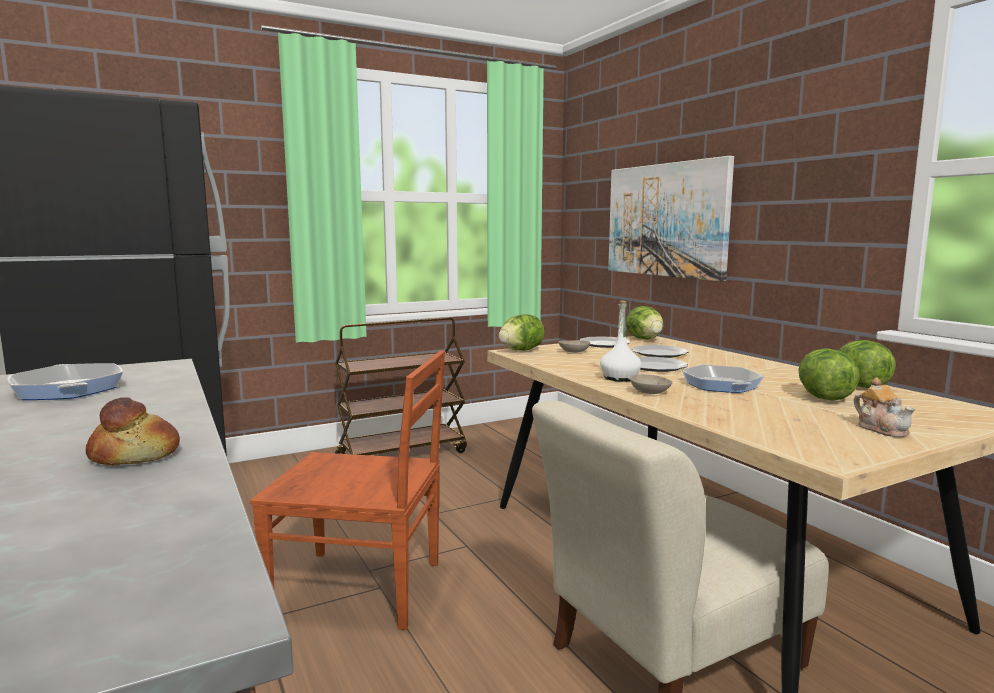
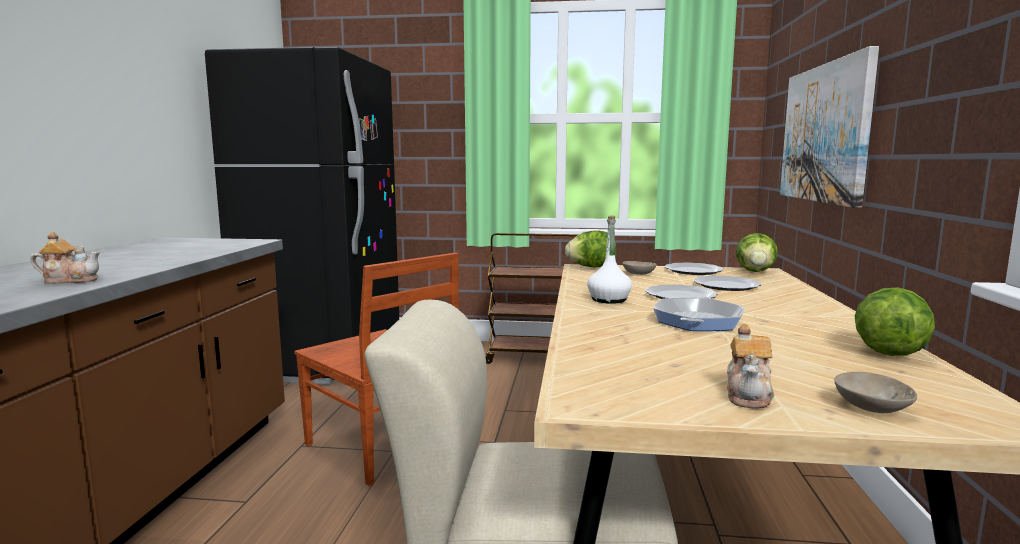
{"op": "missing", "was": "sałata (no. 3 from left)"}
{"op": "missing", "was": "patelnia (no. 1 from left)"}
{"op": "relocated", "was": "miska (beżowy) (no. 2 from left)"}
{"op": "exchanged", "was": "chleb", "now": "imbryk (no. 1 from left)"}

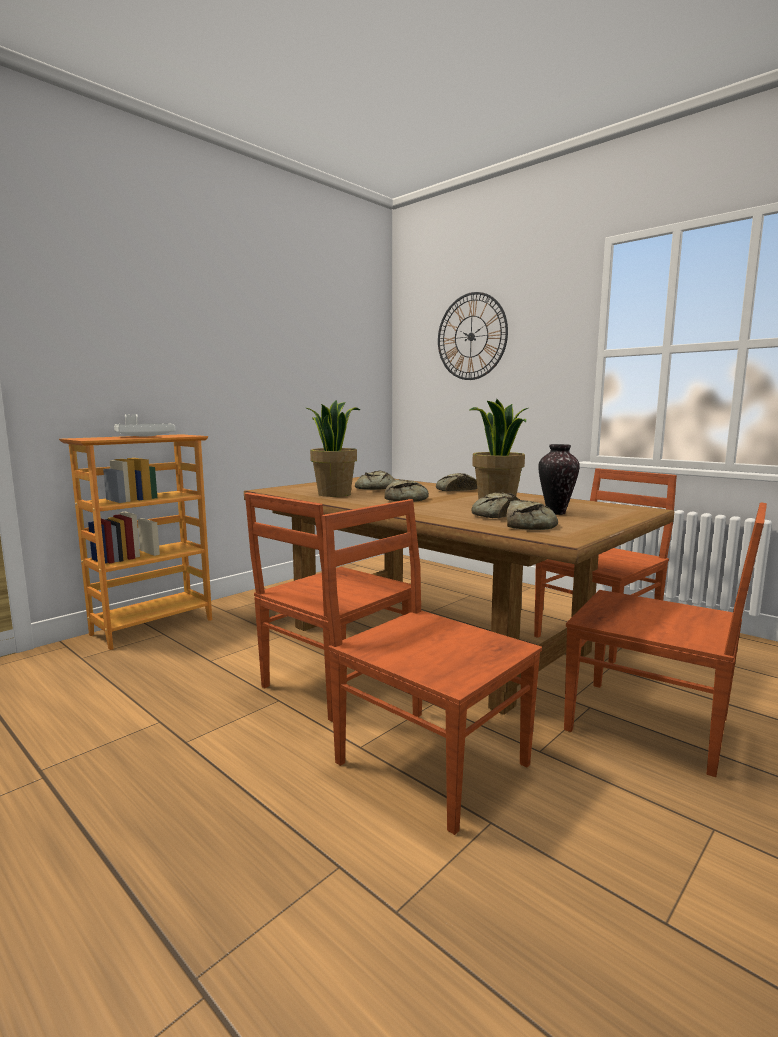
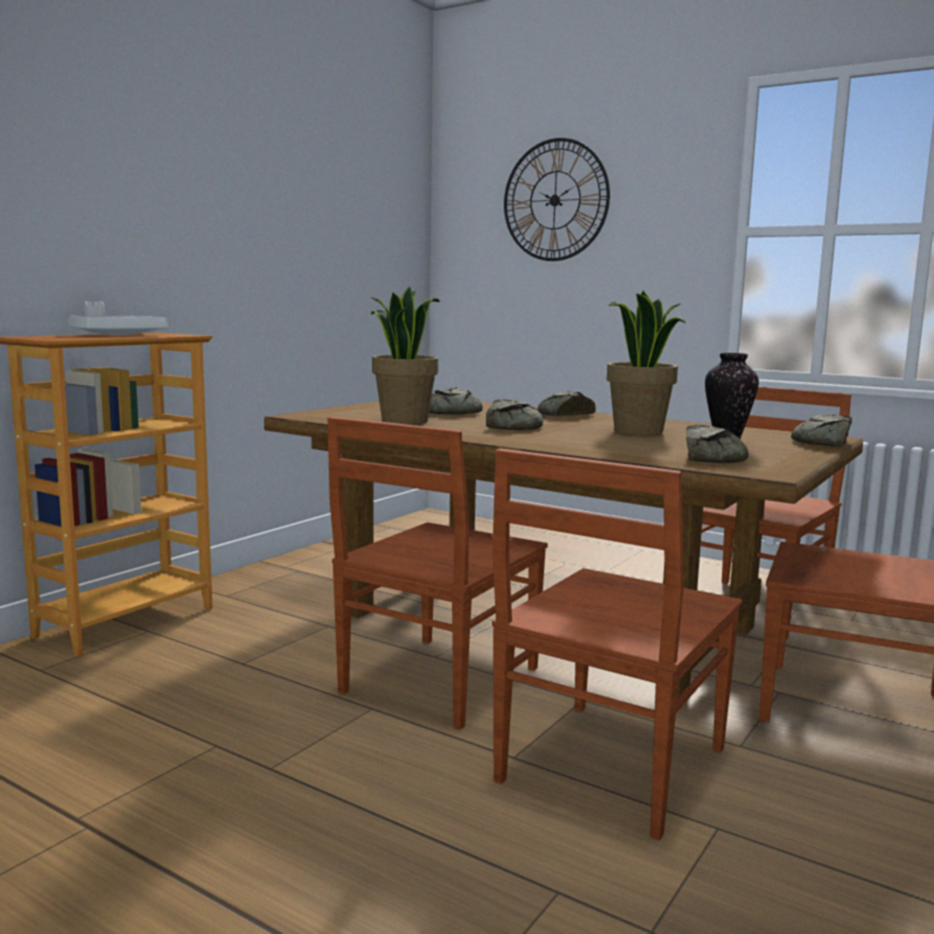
{"op": "relocated", "was": "chleb (no. 4 from left in the first image)", "now": "chleb (no. 5 from left)"}
{"op": "spun", "was": "krzesło (brązowy) (no. 2 from left)", "clockwise": -90}

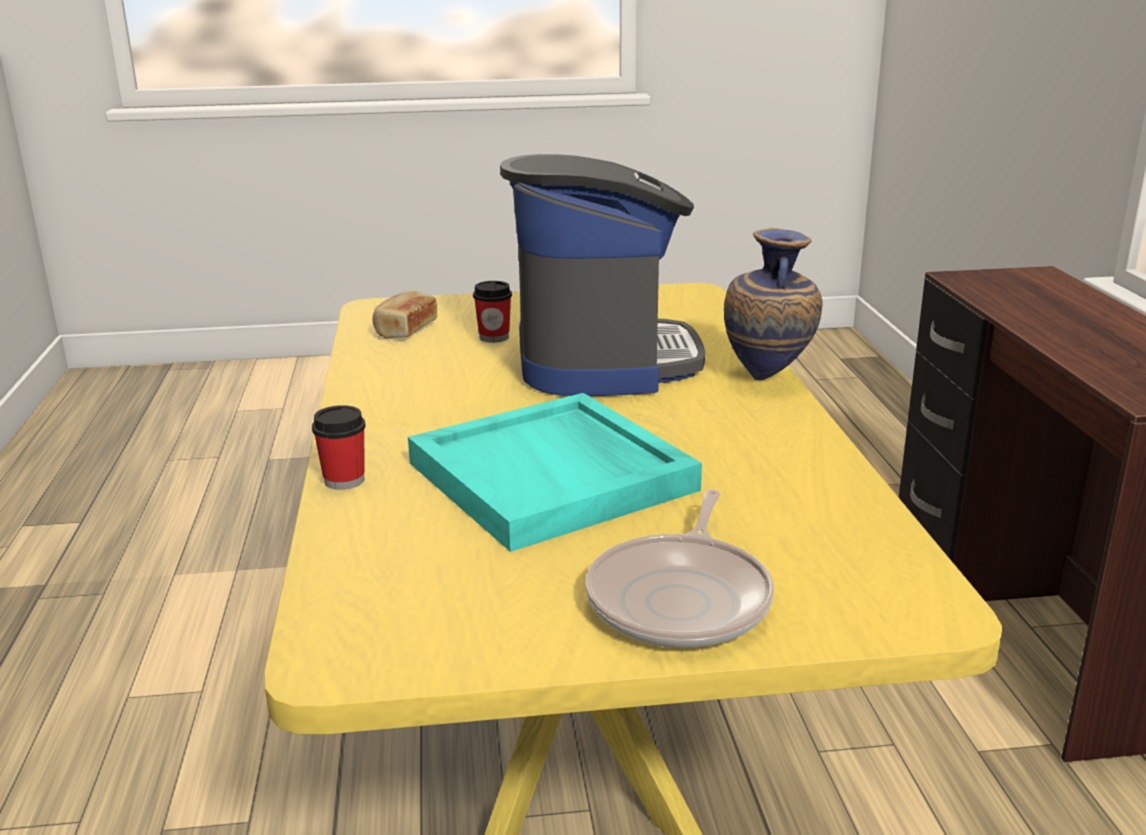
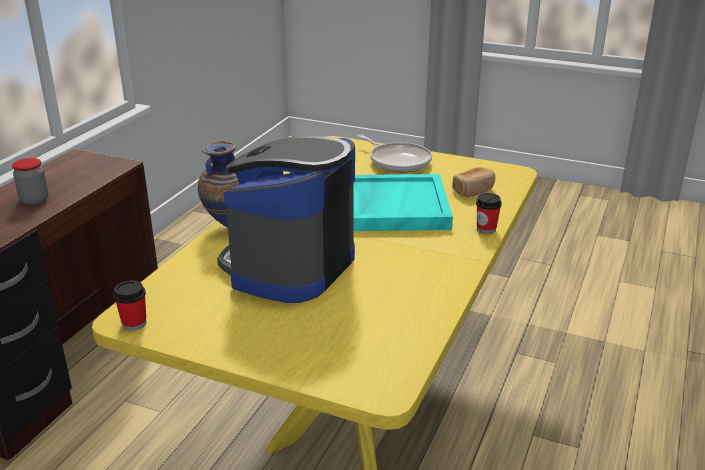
{"op": "relocated", "was": "filiżanka (no. 2 from left in the first image)", "now": "filiżanka (no. 1 from left)"}
{"op": "relocated", "was": "chleb"}
{"op": "spun", "was": "patelnia", "clockwise": 90}
{"op": "appeared", "now": "słoik"}

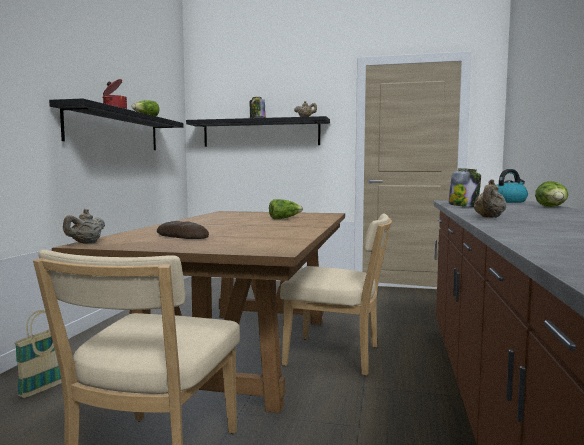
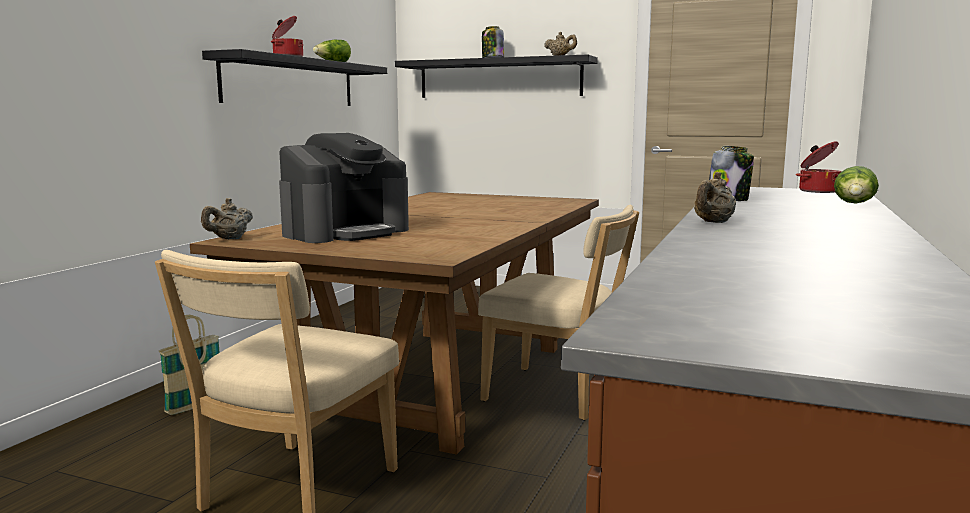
{"op": "exchanged", "was": "czajnik", "now": "garnek (no. 2 from left)"}
{"op": "missing", "was": "sałata (no. 2 from left)"}
{"op": "exchanged", "was": "chleb", "now": "ekspres do kawy"}

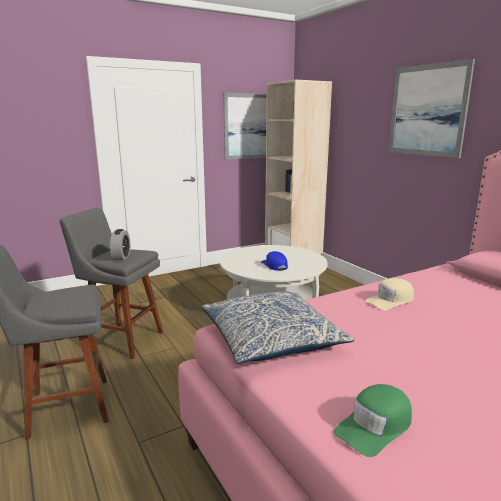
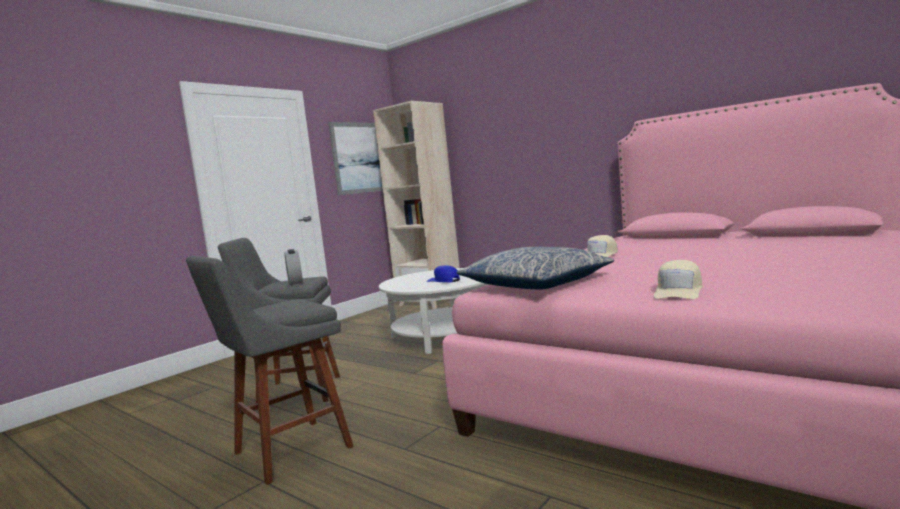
{"op": "missing", "was": "obraz (no. 2 from left)"}
{"op": "colour", "was": "czapka z daszkiem (zielony)", "now": "czapka z daszkiem (beżowy) (no. 2 from left)"}

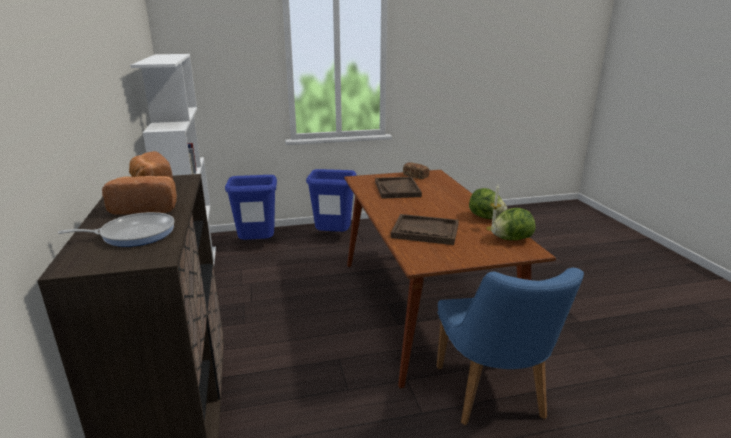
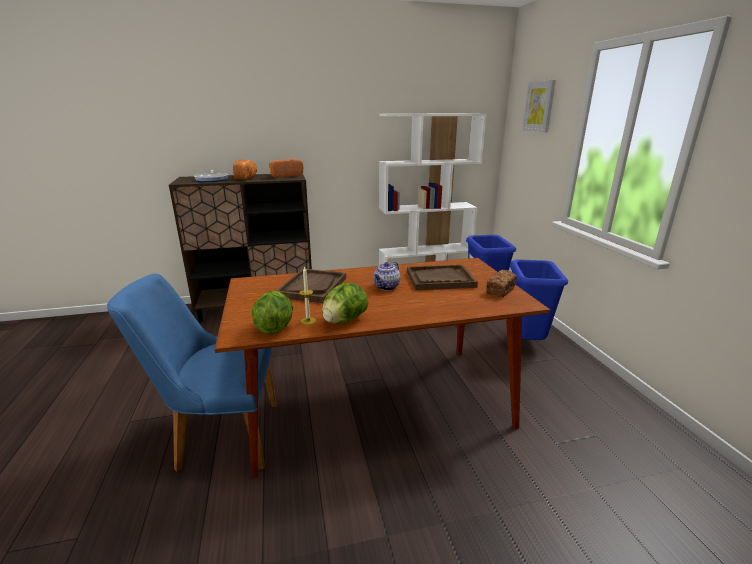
{"op": "appeared", "now": "obraz"}
{"op": "appeared", "now": "imbryk"}

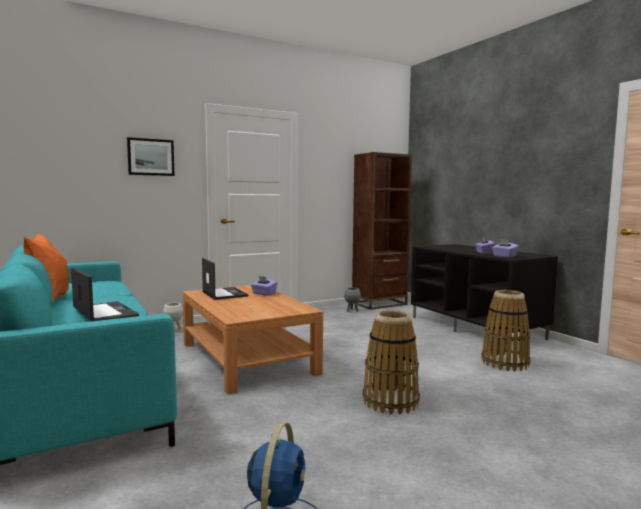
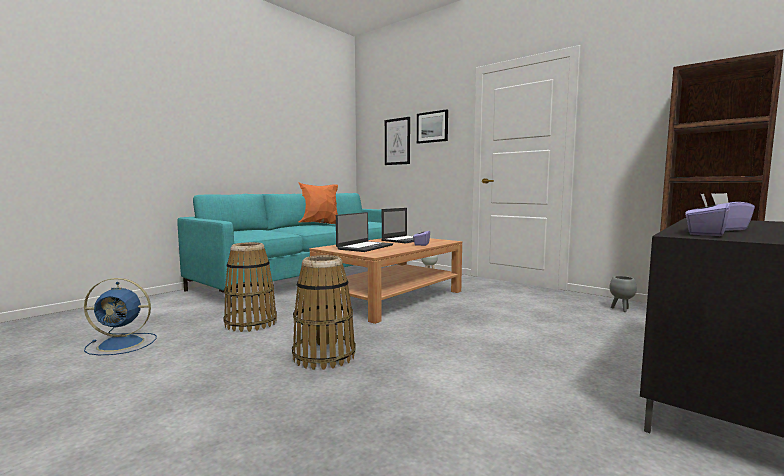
{"op": "relocated", "was": "laptop (no. 1 from left)"}
{"op": "relocated", "was": "koszyk (no. 2 from left in the first image)", "now": "koszyk (no. 1 from left)"}
{"op": "appeared", "now": "obraz (no. 1 from left)"}

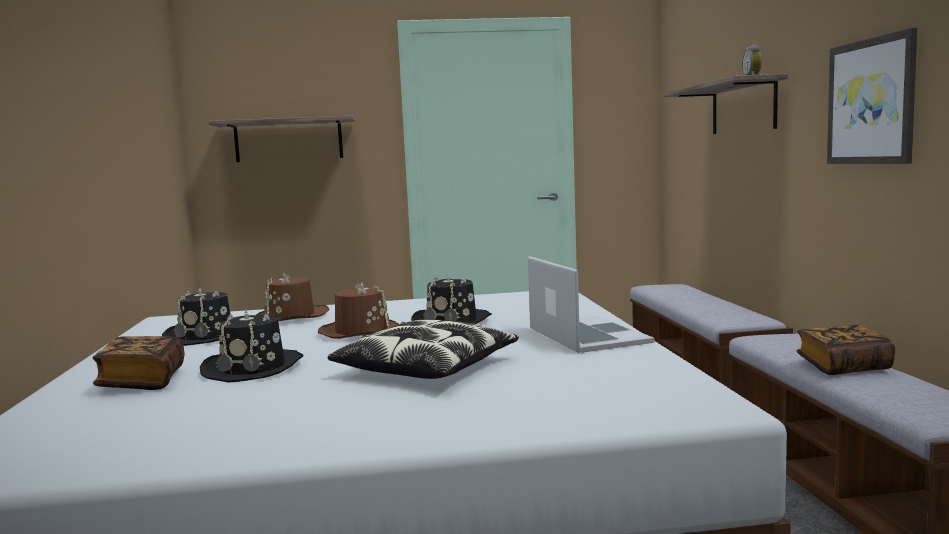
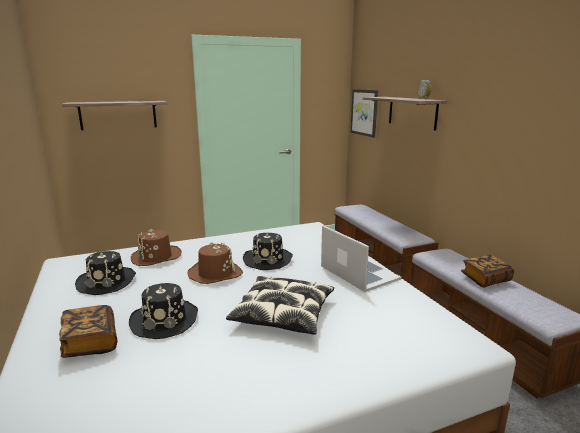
{"op": "relocated", "was": "obraz"}

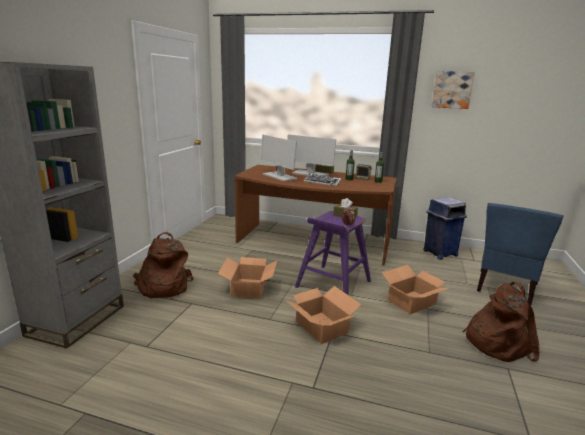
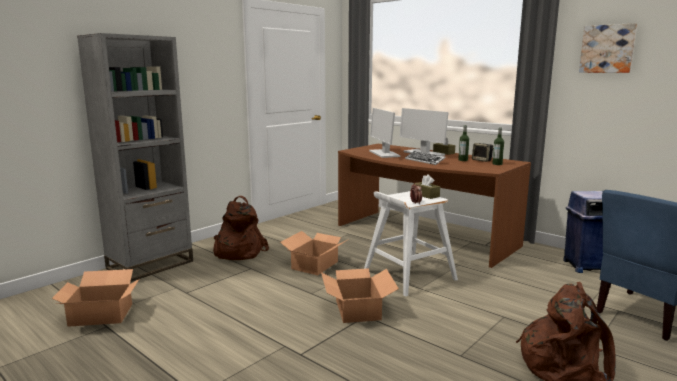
{"op": "colour", "was": "stołek (fioletowy)", "now": "stołek (biały)"}
{"op": "relocated", "was": "karton (no. 3 from left in the first image)", "now": "karton (no. 1 from left)"}

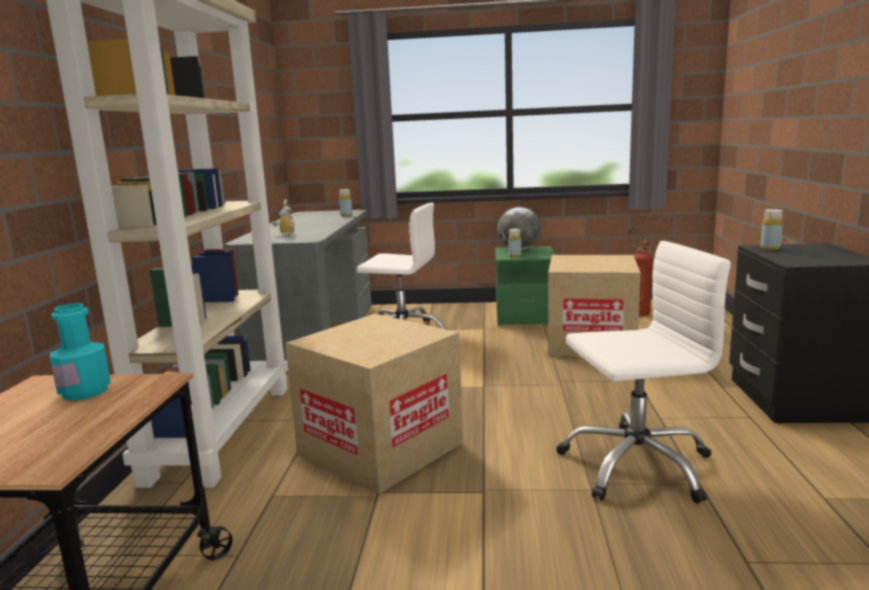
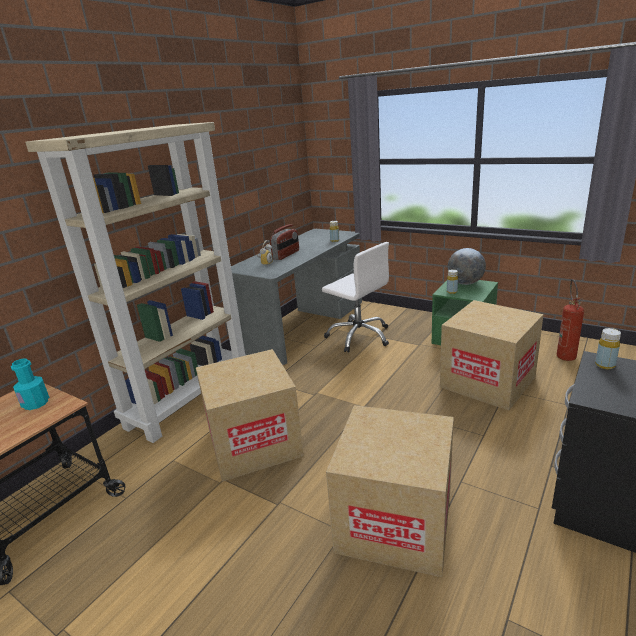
{"op": "exchanged", "was": "krzesło biurowe (biały) (no. 2 from left)", "now": "karton (no. 2 from left)"}
{"op": "appeared", "now": "radio"}

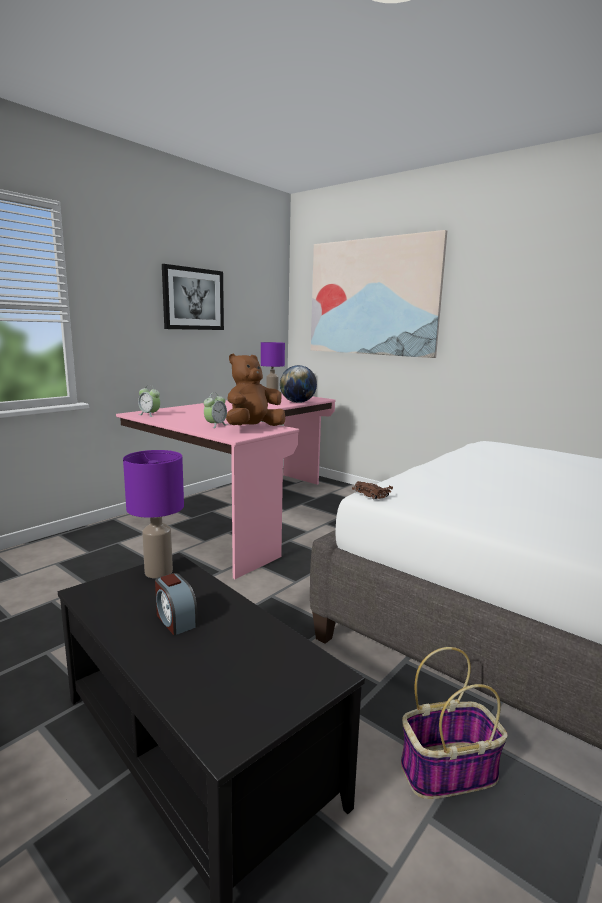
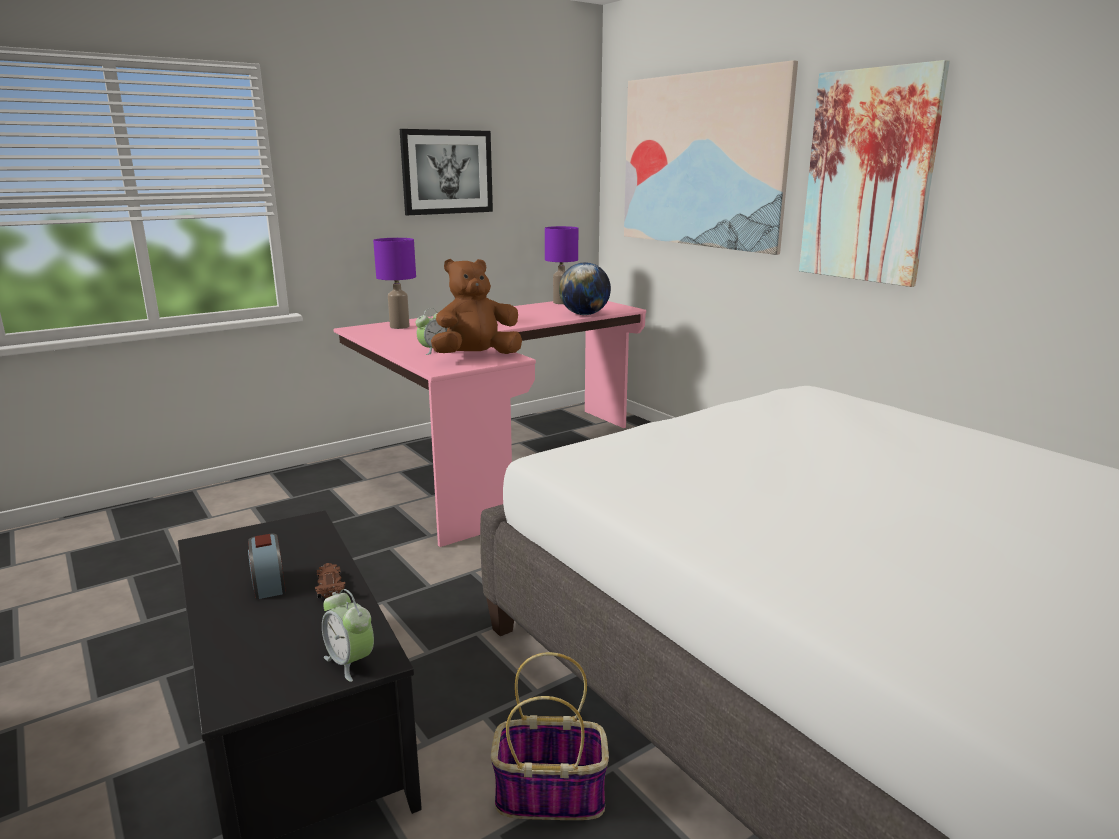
{"op": "relocated", "was": "budzik (no. 1 from left in the first image)", "now": "budzik (no. 2 from left)"}
{"op": "relocated", "was": "lampa stołowa (fioletowy) (no. 1 from left)"}
{"op": "relocated", "was": "samochodzik (brązowy)"}
{"op": "appeared", "now": "obraz (no. 3 from left)"}

